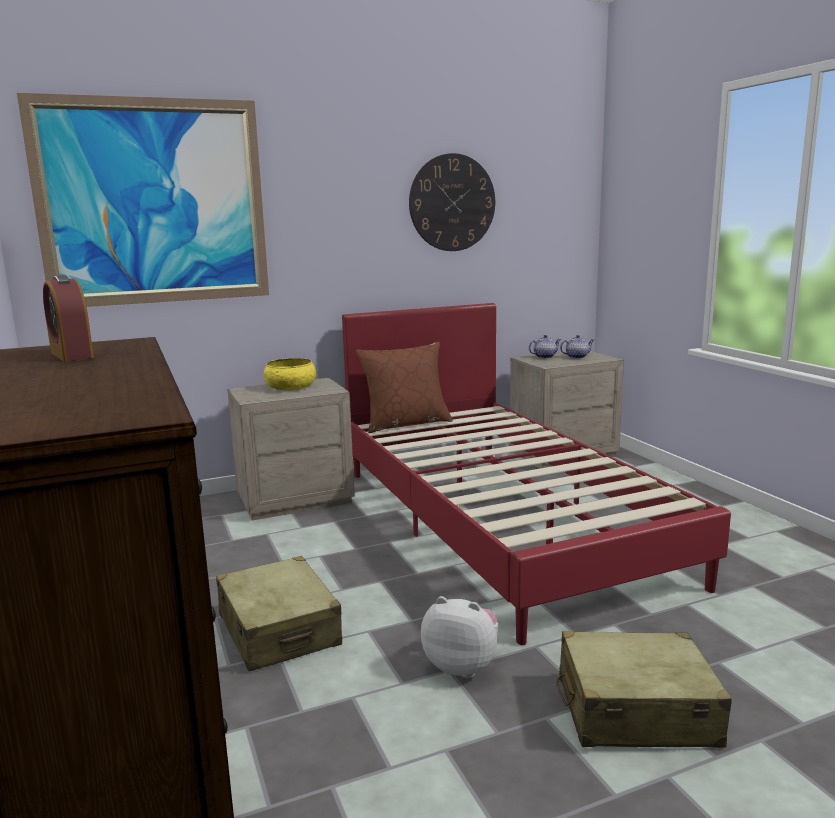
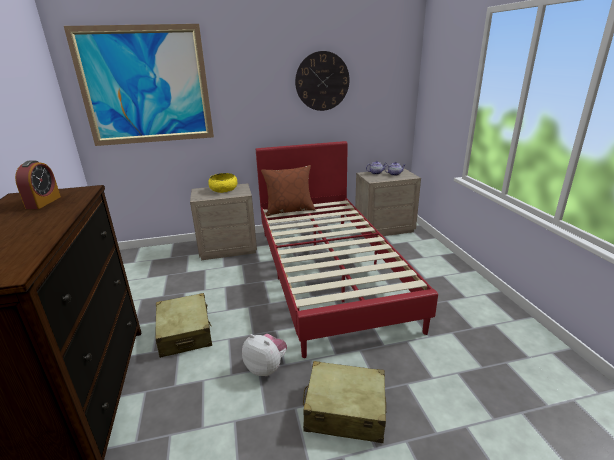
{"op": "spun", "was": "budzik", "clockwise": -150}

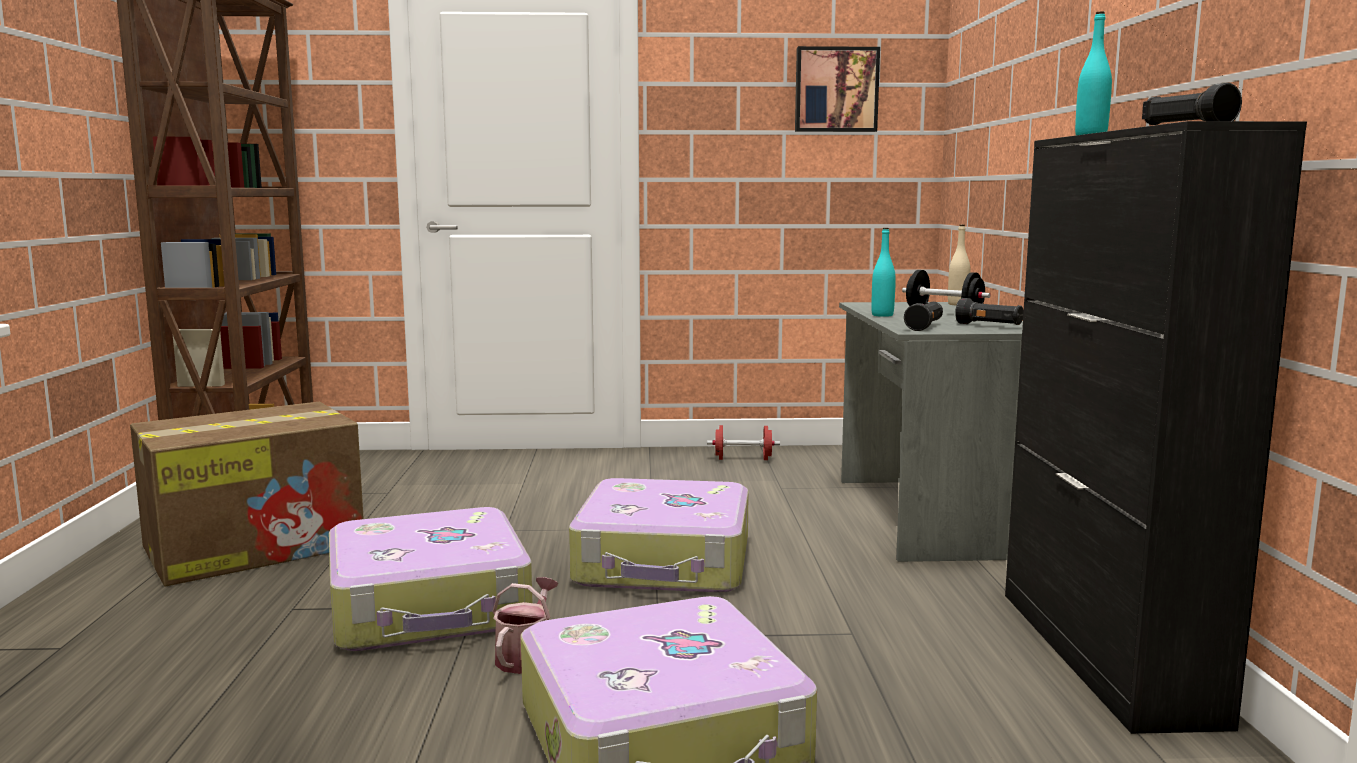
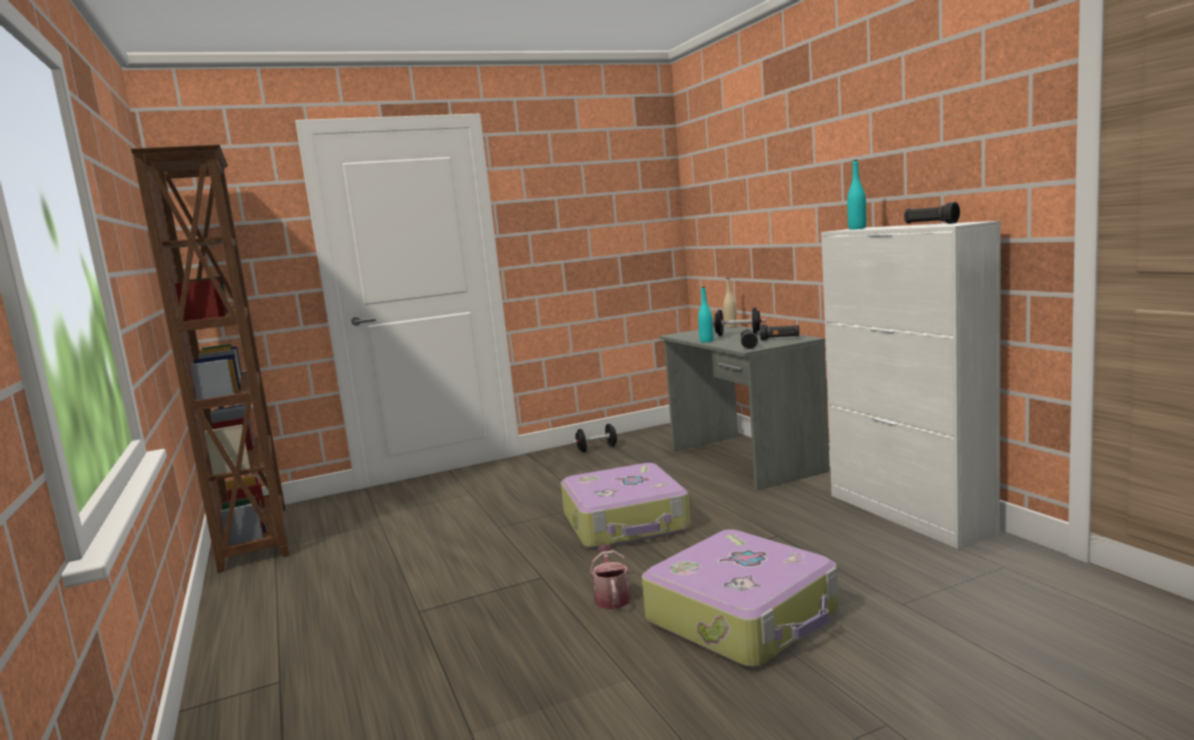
{"op": "missing", "was": "obraz"}
{"op": "colour", "was": "szafka (czarny)", "now": "szafka (biały)"}
{"op": "missing", "was": "karton"}
{"op": "colour", "was": "hantel (czerwony)", "now": "hantel (czarny) (no. 1 from left)"}
{"op": "missing", "was": "walizka (no. 1 from left)"}

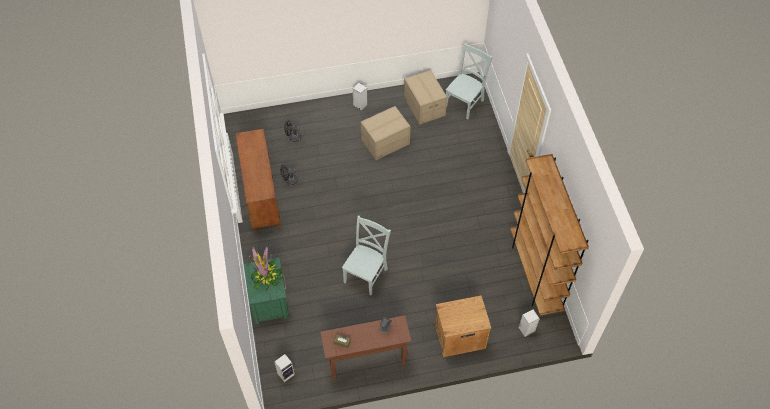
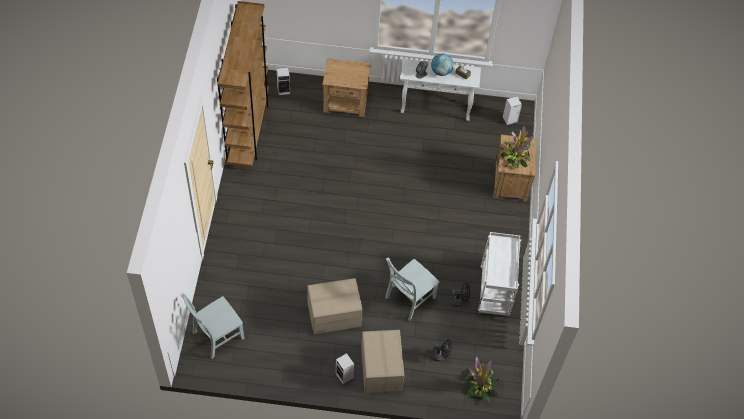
{"op": "relocated", "was": "karton (no. 2 from left)"}
{"op": "exchanged", "was": "szafka (brązowy)", "now": "wózek (biały)"}
{"op": "relocated", "was": "krzesło (szary) (no. 1 from left in the first image)", "now": "krzesło (szary) (no. 2 from left)"}
{"op": "colour", "was": "szafka nocna (zielony)", "now": "szafka nocna (brązowy) (no. 2 from left)"}
{"op": "colour", "was": "stolik konsolowy (brązowy)", "now": "stolik konsolowy (biały)"}
{"op": "appeared", "now": "globus"}
{"op": "appeared", "now": "roślina doniczkowa (no. 1 from left)"}

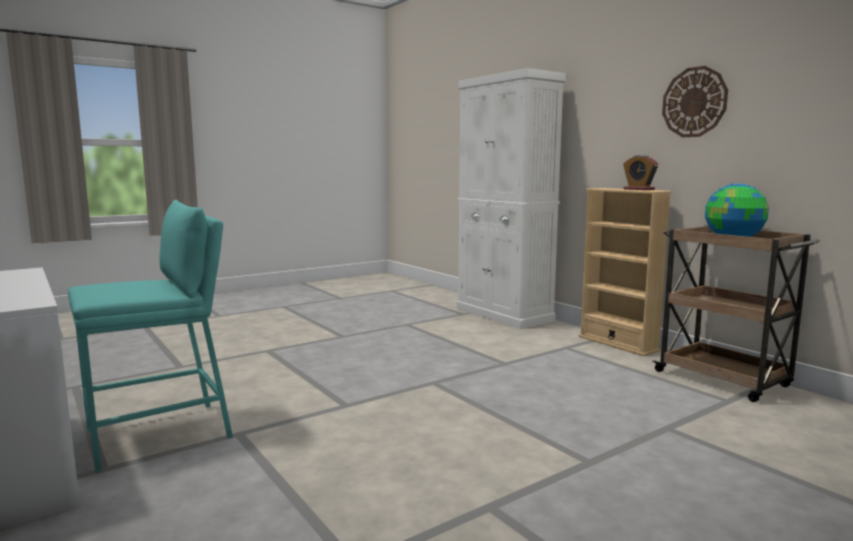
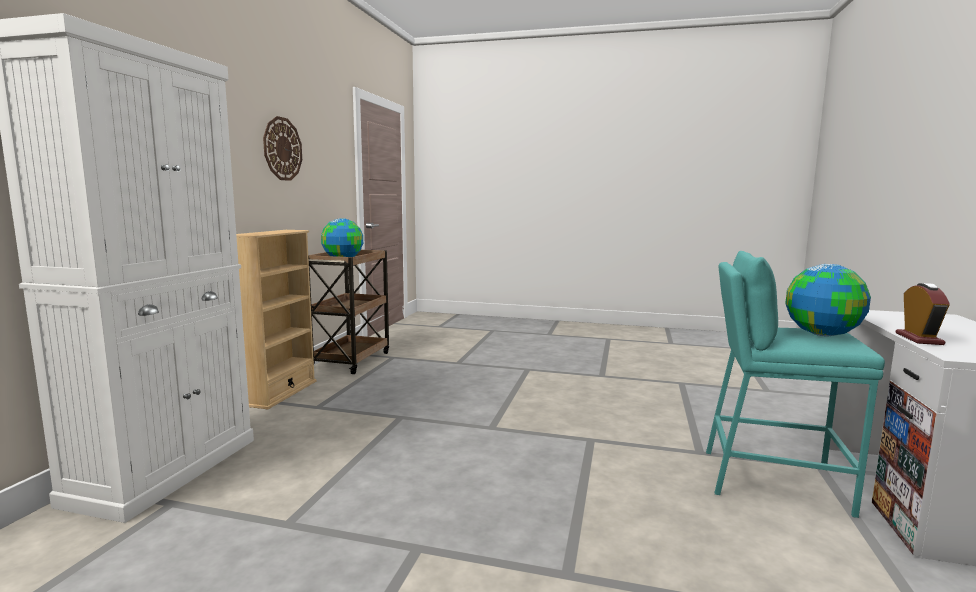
{"op": "relocated", "was": "budzik"}
{"op": "appeared", "now": "globus (no. 2 from left)"}

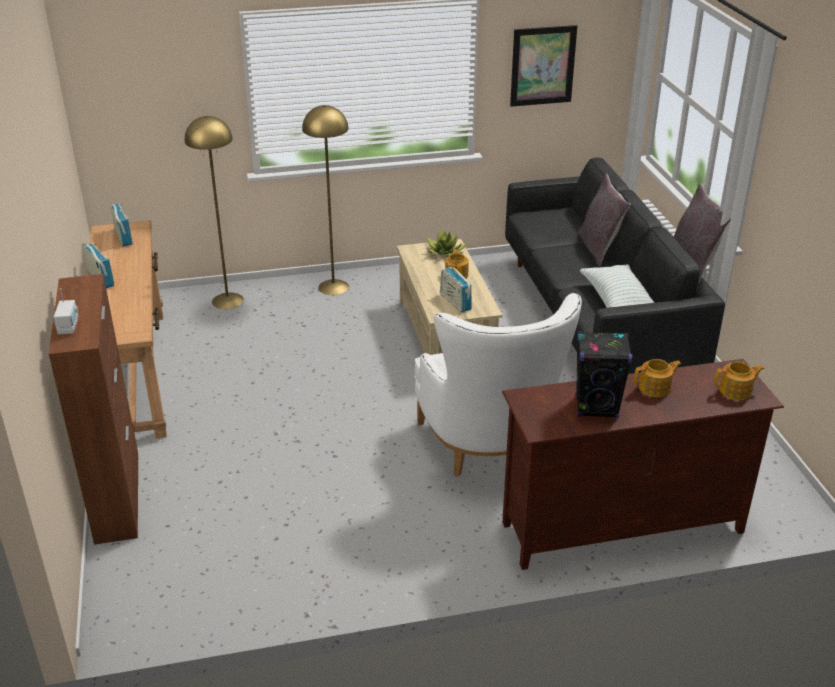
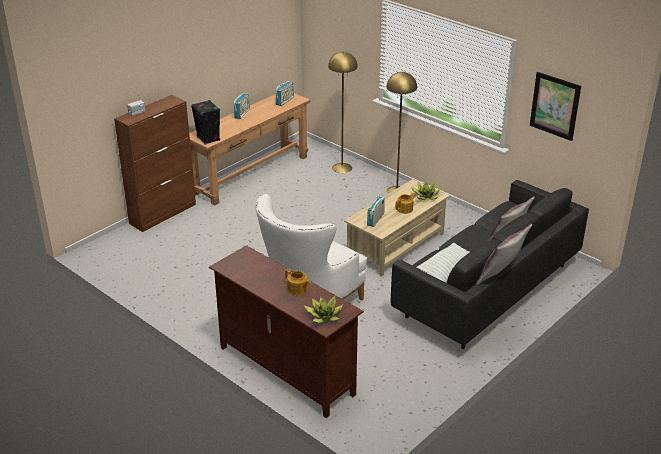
{"op": "relocated", "was": "głośnik (czarny)"}
{"op": "exchanged", "was": "imbryk (no. 3 from left)", "now": "roślina doniczkowa (no. 1 from left)"}

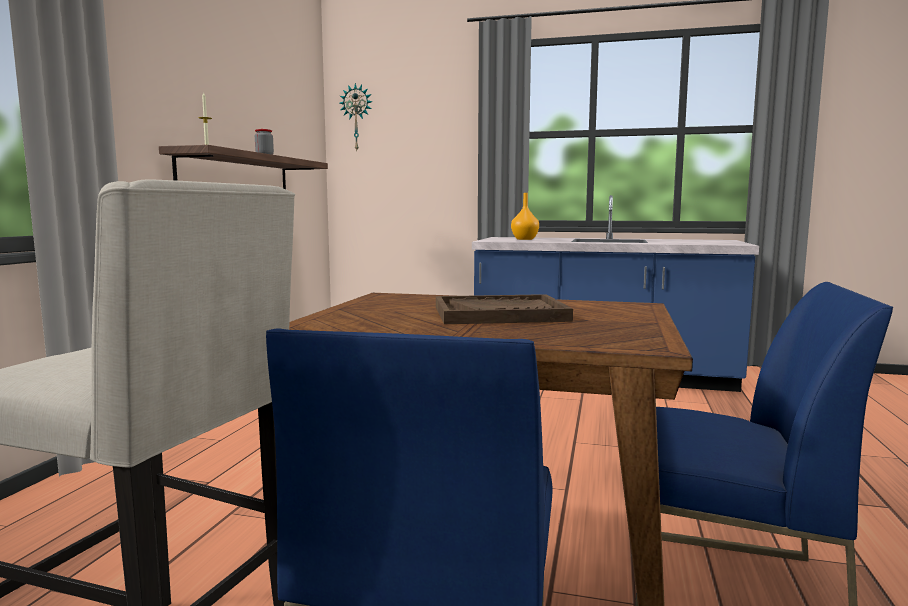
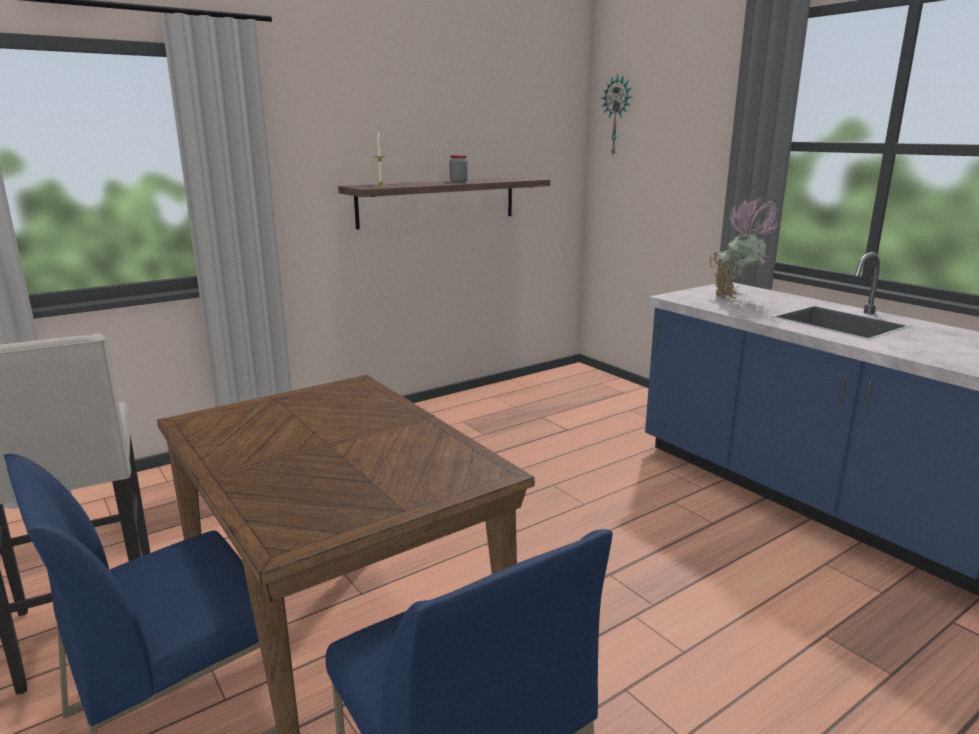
{"op": "exchanged", "was": "wazon (pomarańczowy)", "now": "roślina doniczkowa"}
{"op": "missing", "was": "taca (brązowy)"}

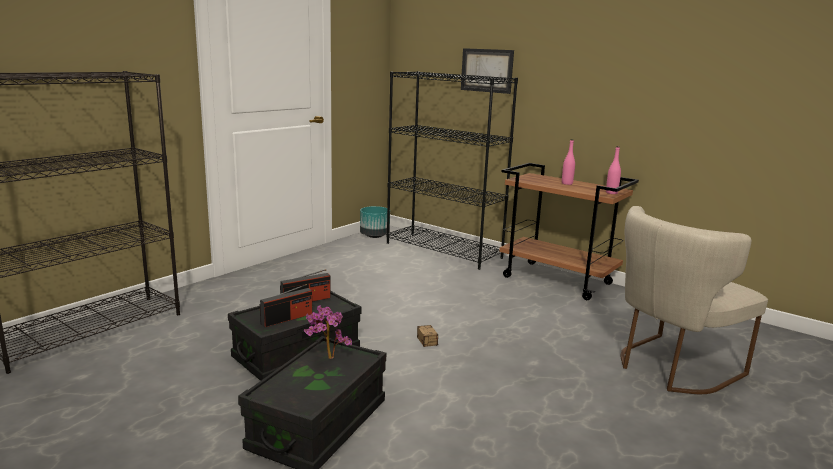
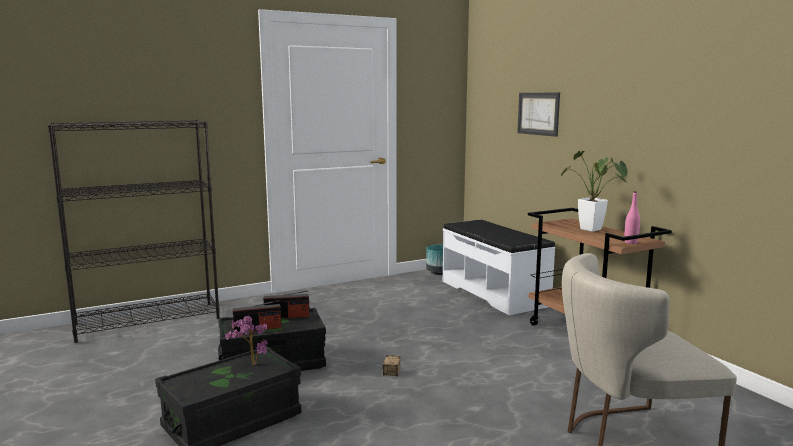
{"op": "exchanged", "was": "regał (czarny) (no. 2 from left)", "now": "ławka (biały)"}
{"op": "exchanged", "was": "butelka (różowy) (no. 1 from left)", "now": "roślina doniczkowa (no. 2 from left)"}

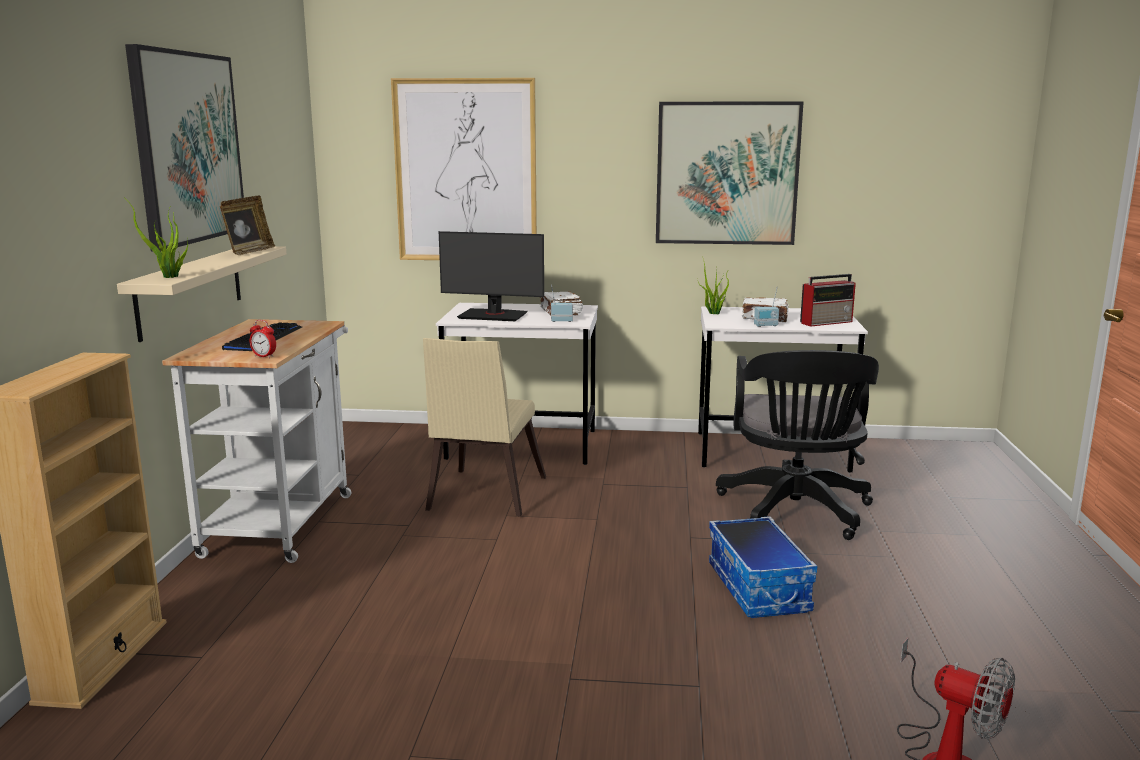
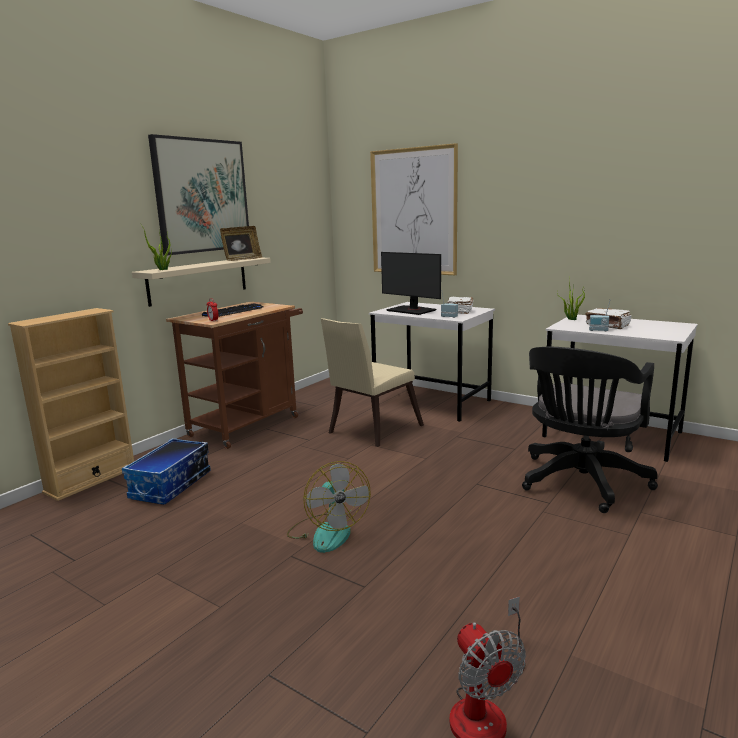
{"op": "missing", "was": "obraz (no. 3 from left)"}
{"op": "missing", "was": "radio (no. 3 from left)"}
{"op": "colour", "was": "wózek (biały)", "now": "wózek (brązowy)"}
{"op": "relocated", "was": "pojemnik do przechowywania"}
{"op": "appeared", "now": "wentylator (no. 1 from left)"}

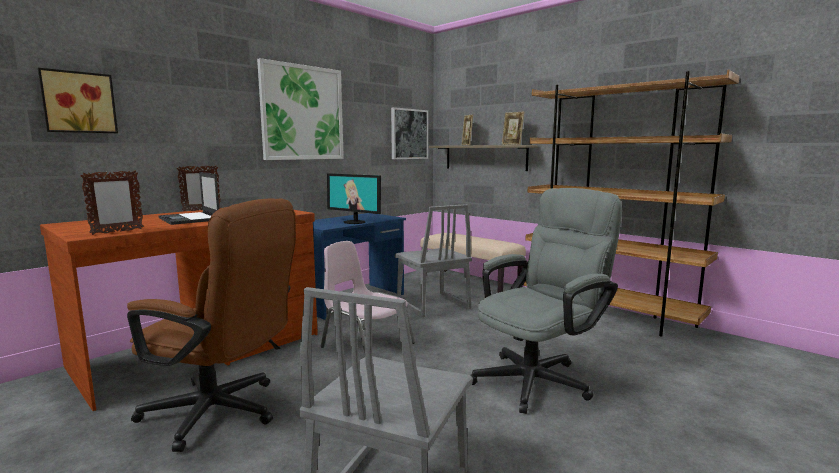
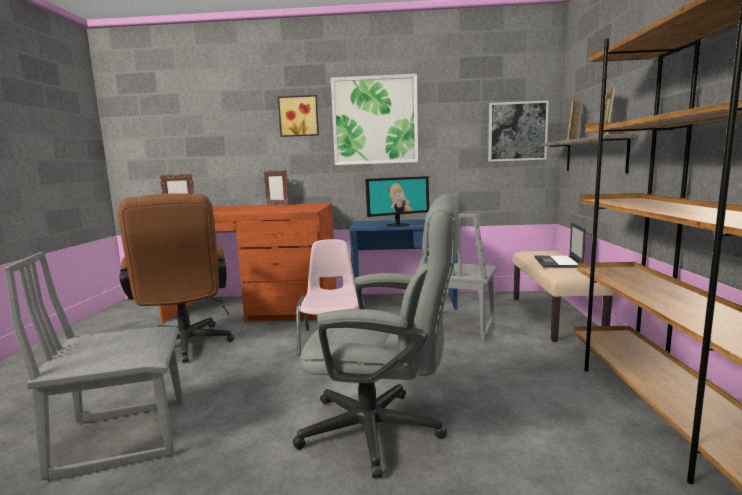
{"op": "relocated", "was": "obraz (no. 1 from left)"}
{"op": "relocated", "was": "laptop"}
{"op": "spun", "was": "monitor", "clockwise": -105}

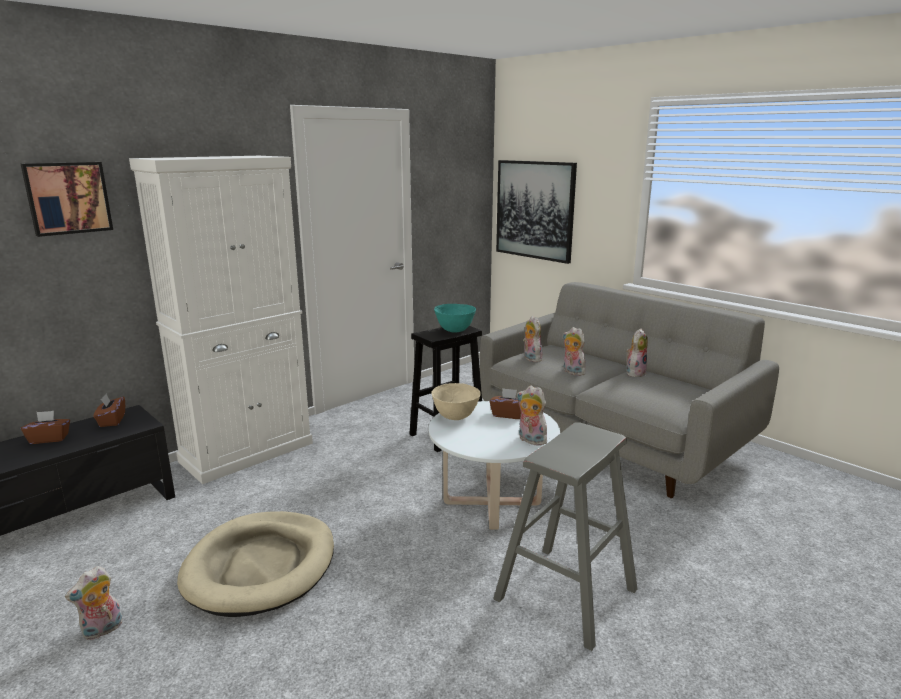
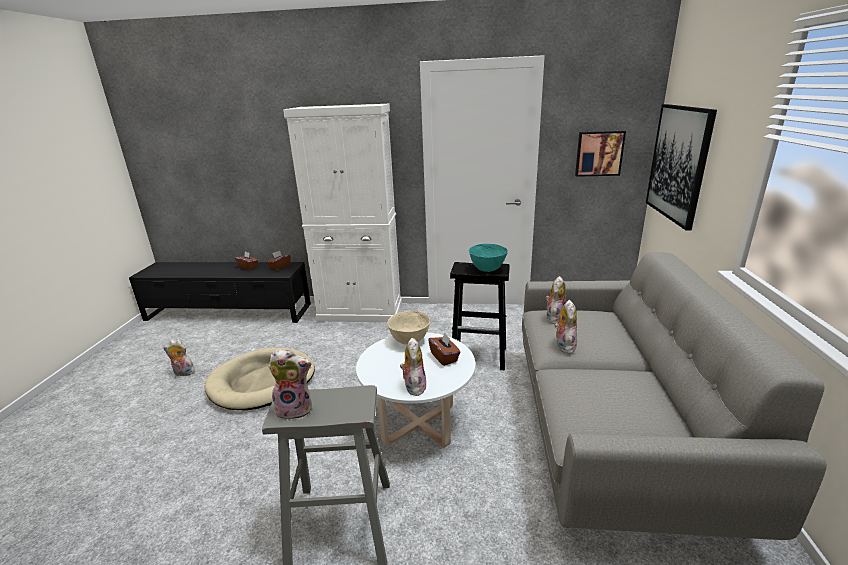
{"op": "relocated", "was": "obraz (no. 1 from left)"}
{"op": "relocated", "was": "pluszak (no. 5 from left in the first image)", "now": "pluszak (no. 2 from left)"}

